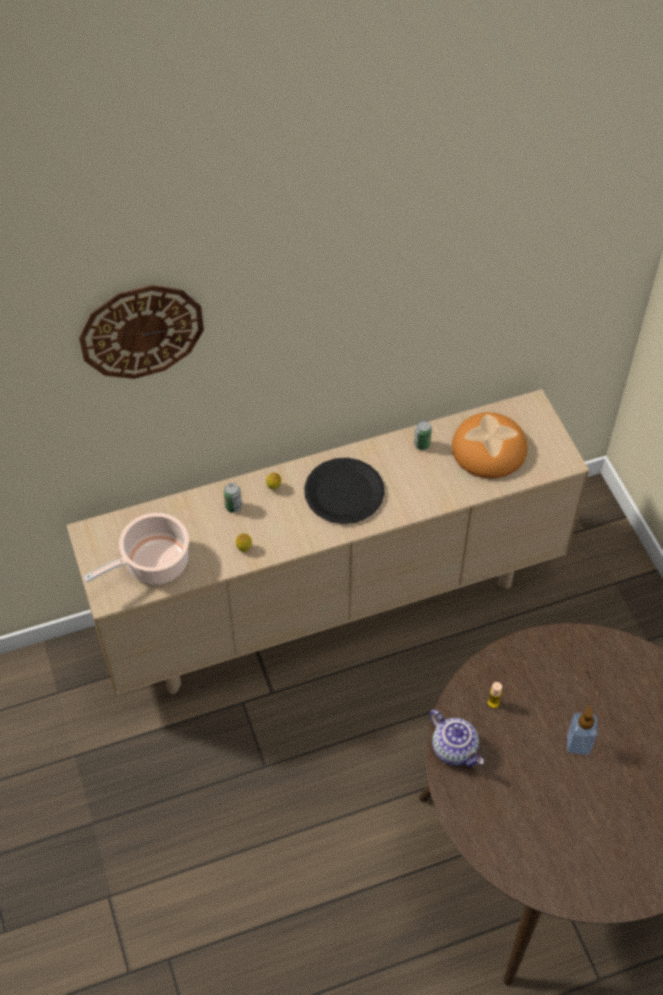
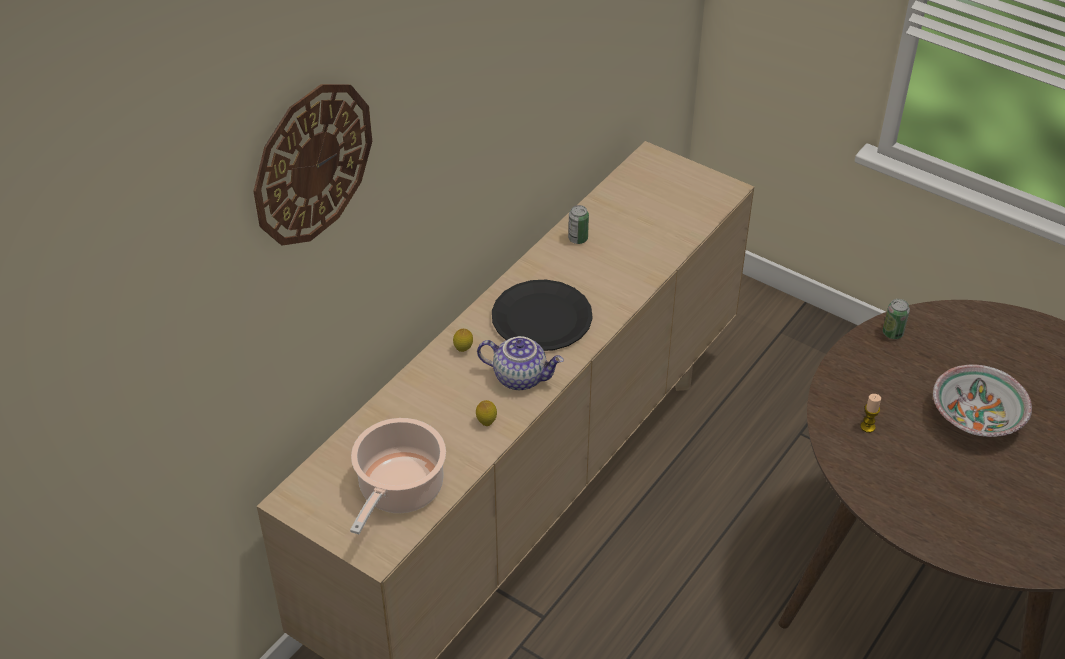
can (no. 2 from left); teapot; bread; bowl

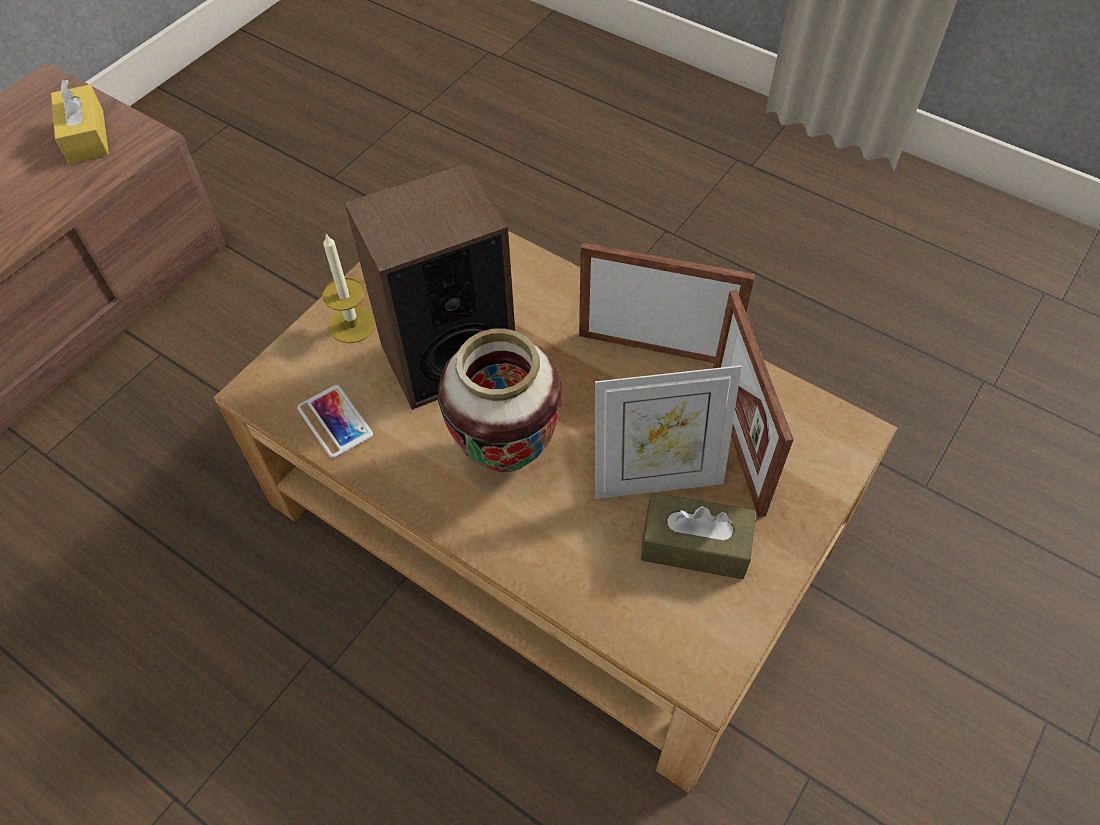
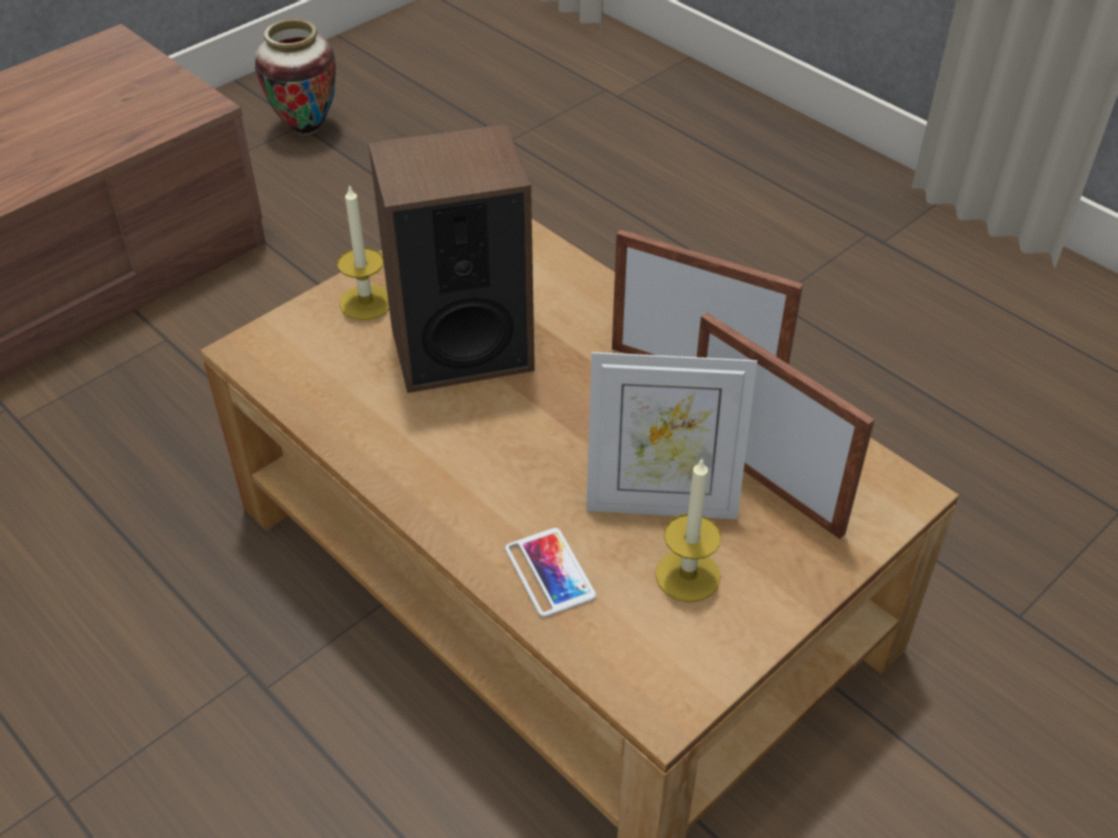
yellow tissue box; phone; vase; candle (no. 2 from left); picture frame (no. 3 from left)

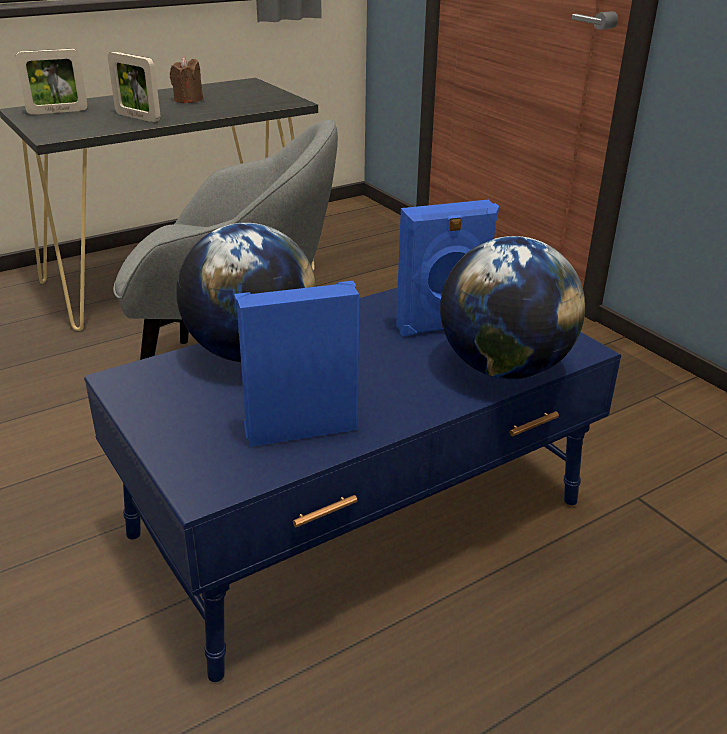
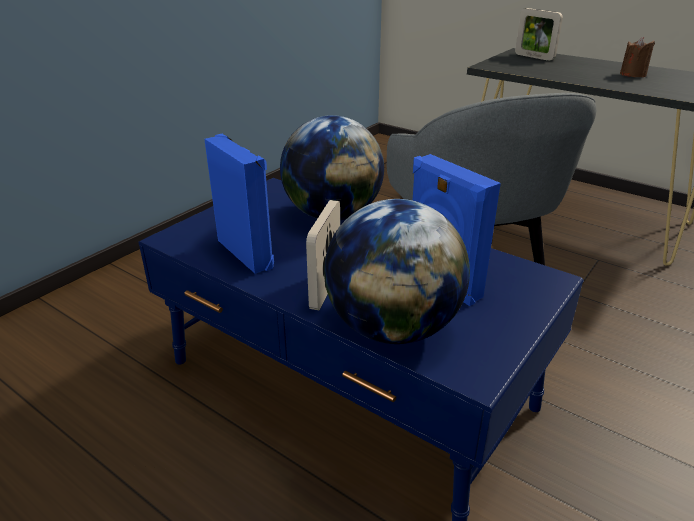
picture frame (no. 1 from left)

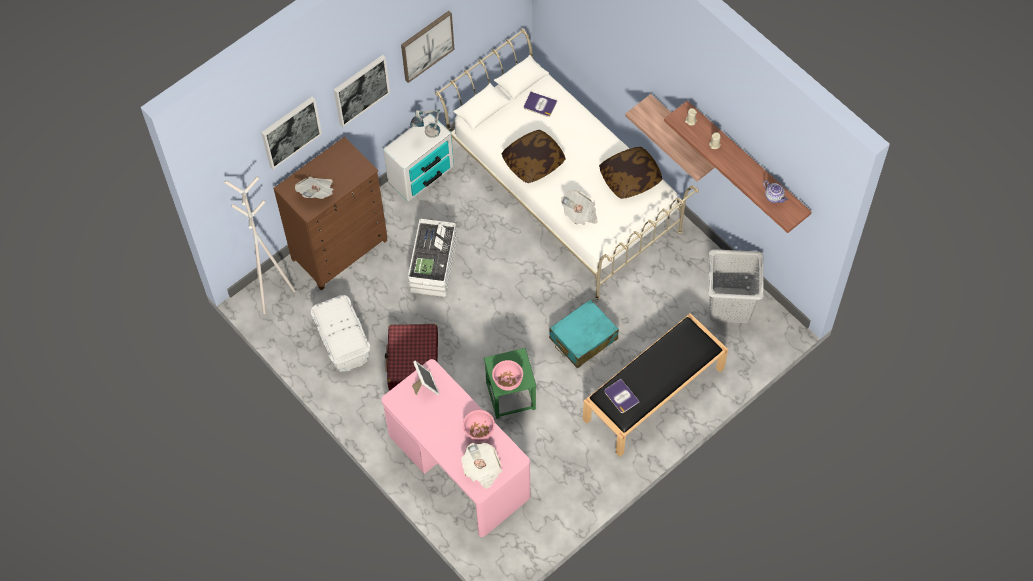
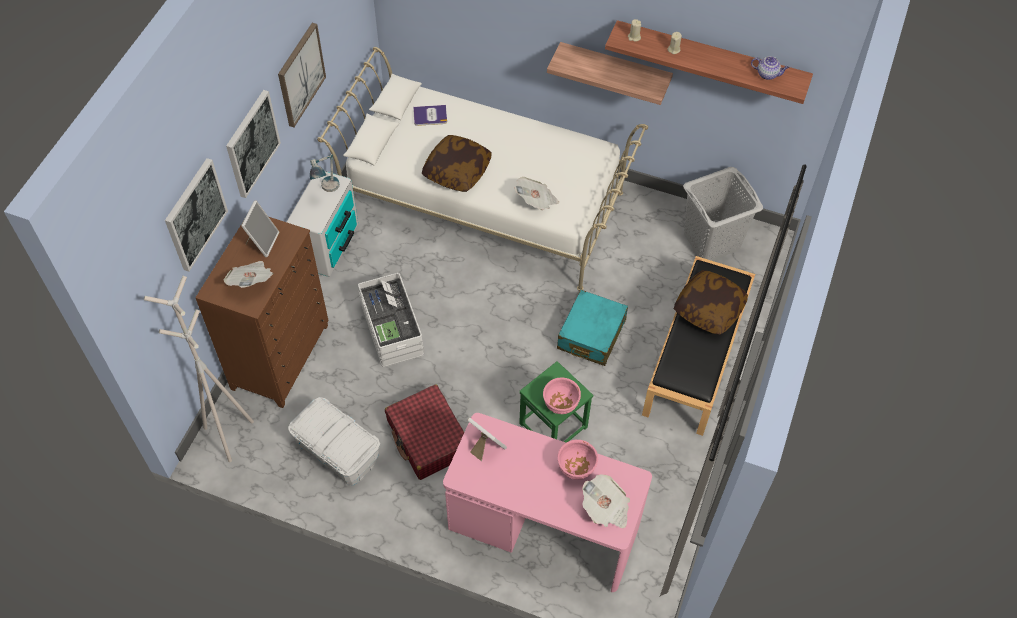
pillow (no. 2 from left); book (no. 2 from left in the first image); picture frame (no. 1 from left)

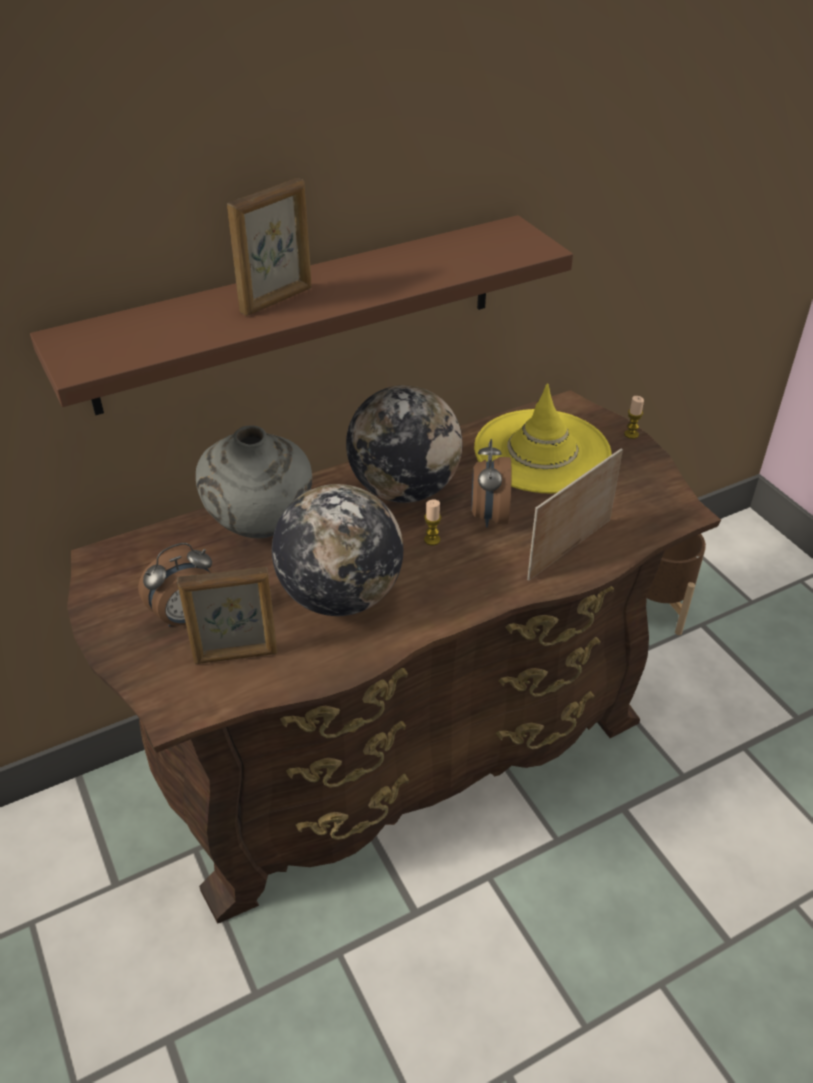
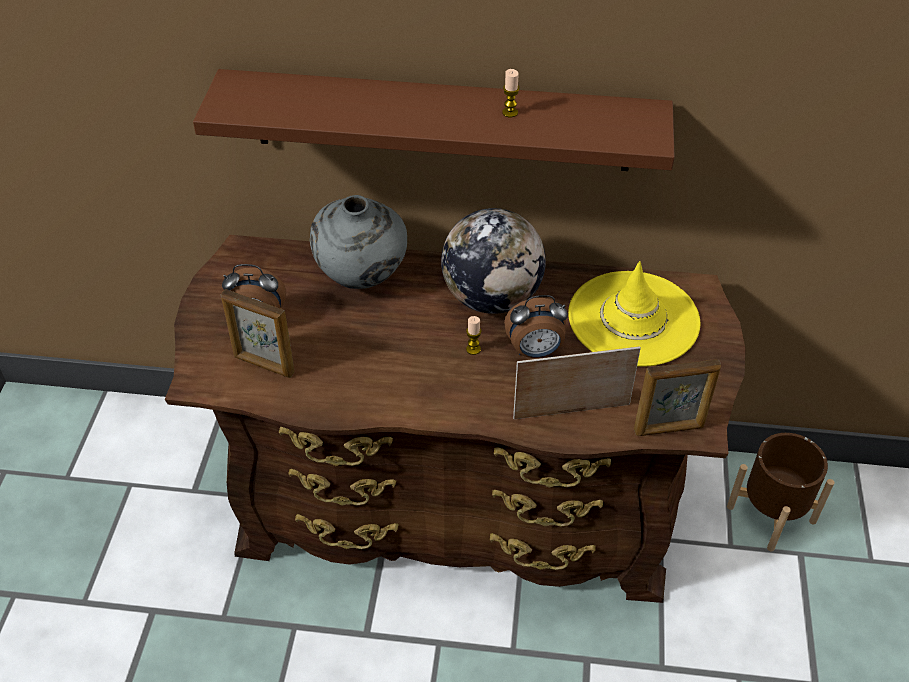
picture frame (no. 3 from left); globe (no. 1 from left in the first image); alarm clock (no. 2 from left); candle (no. 2 from left)

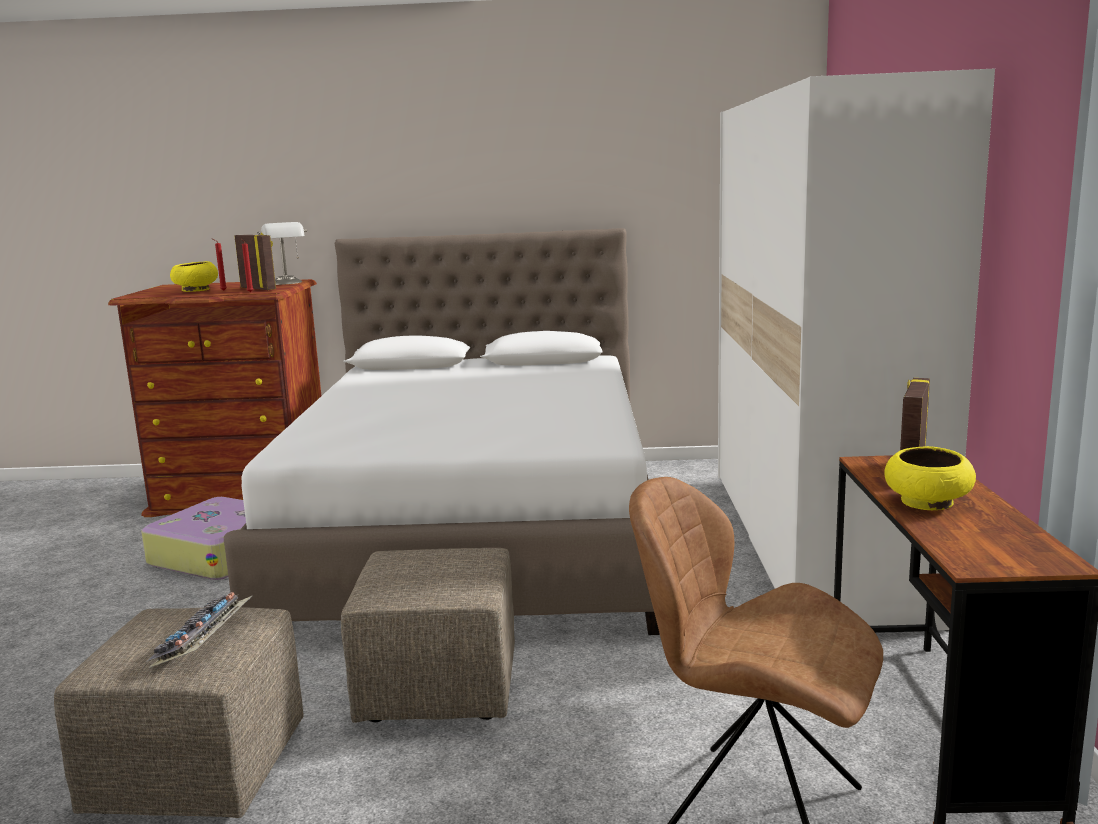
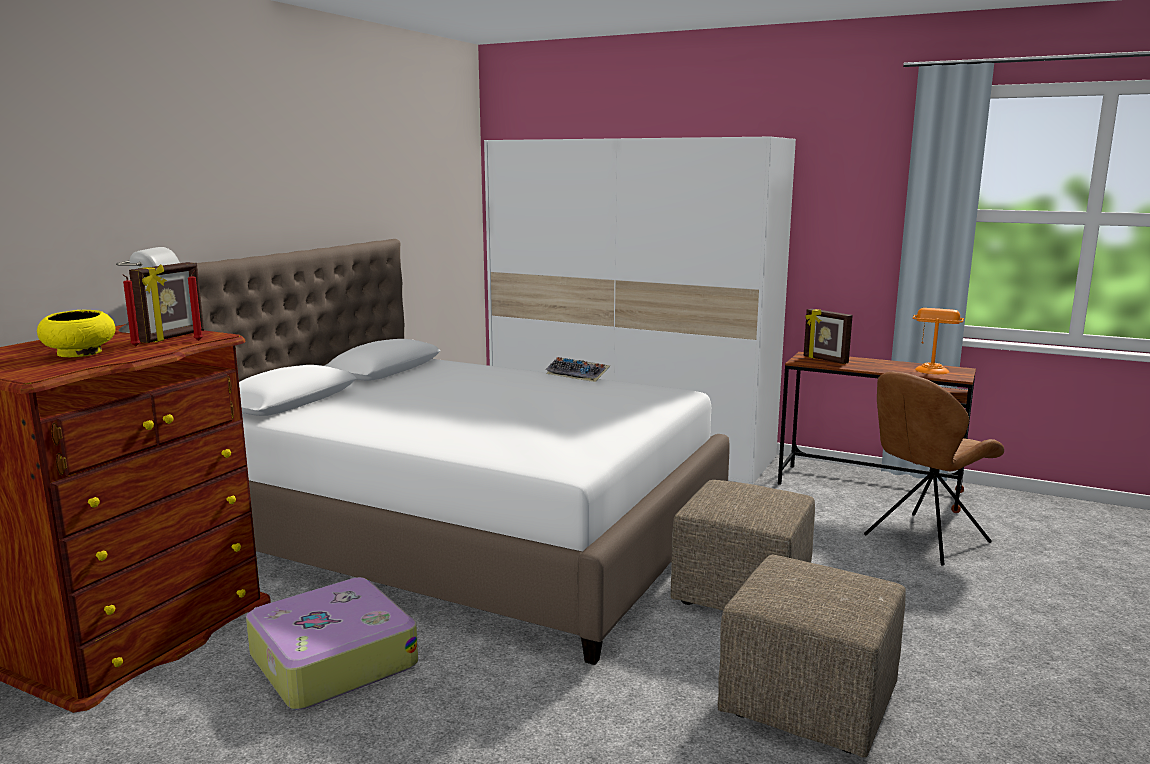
keyboard; picture frame (no. 1 from left); yellow bowl (no. 2 from left in the first image); orange table lamp

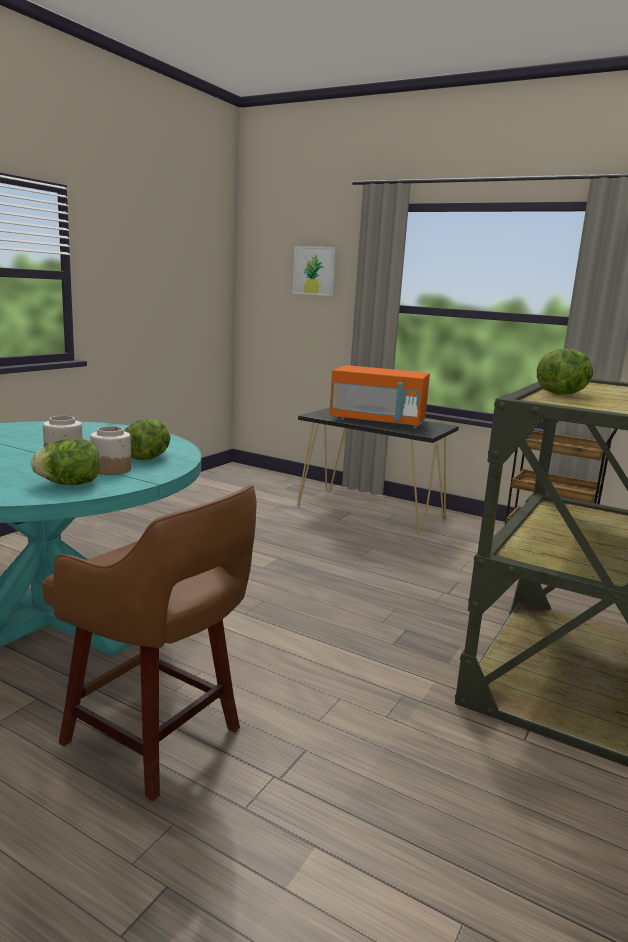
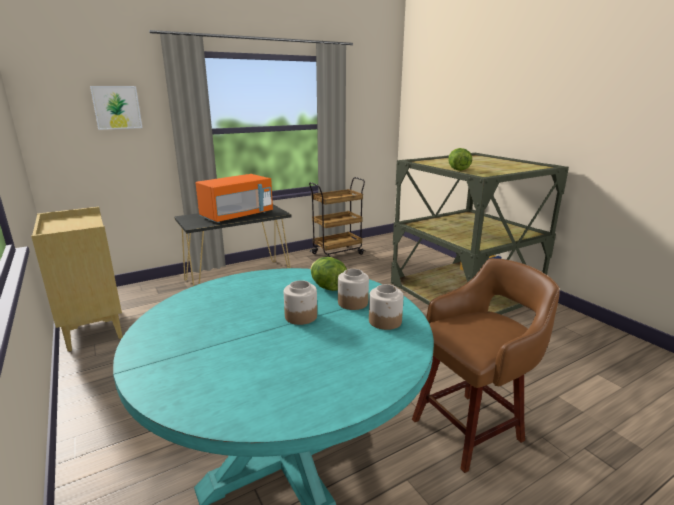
jar (no. 3 from left); beige cabinet

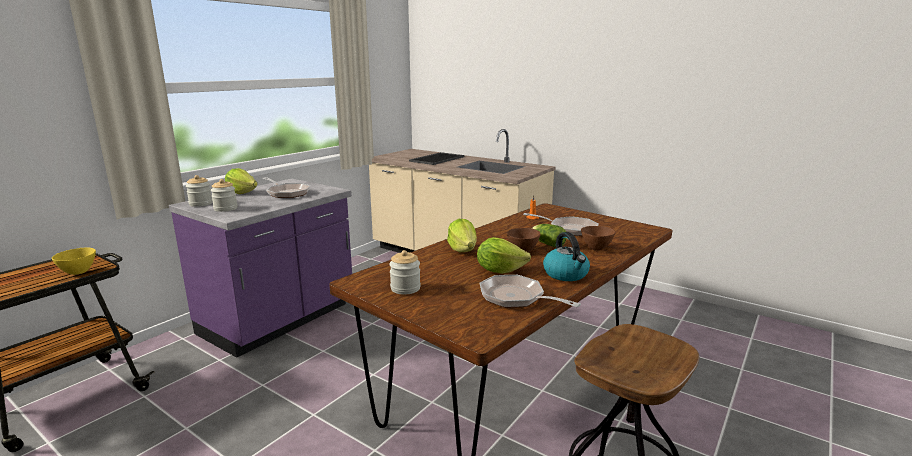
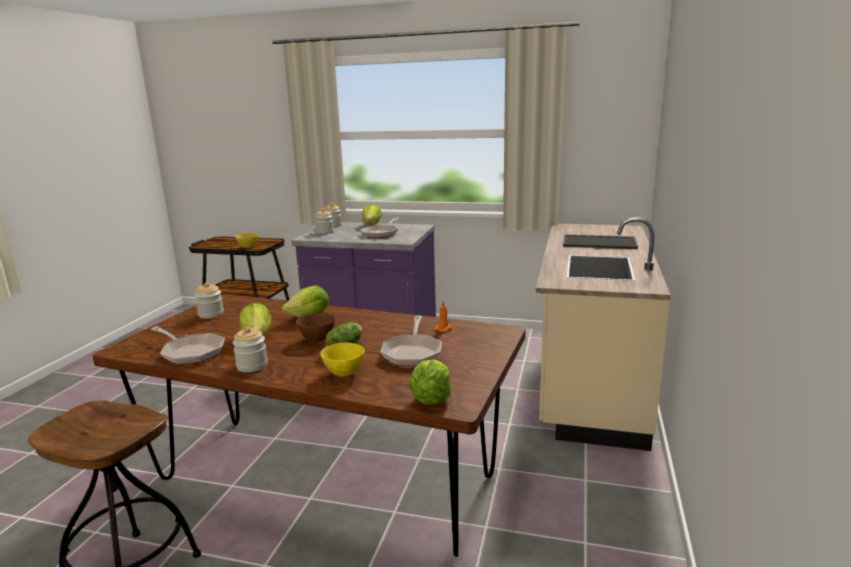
frying pan (no. 1 from left); jar (no. 2 from left); yellow bowl (no. 2 from left); lettuce (no. 5 from left)

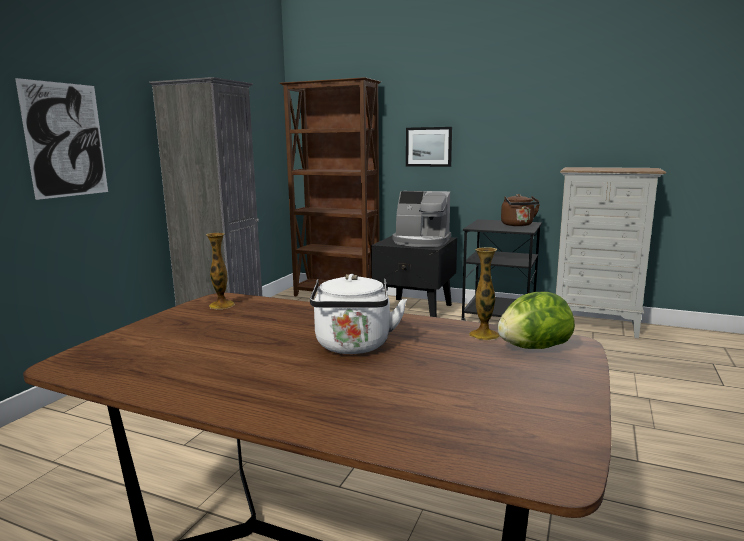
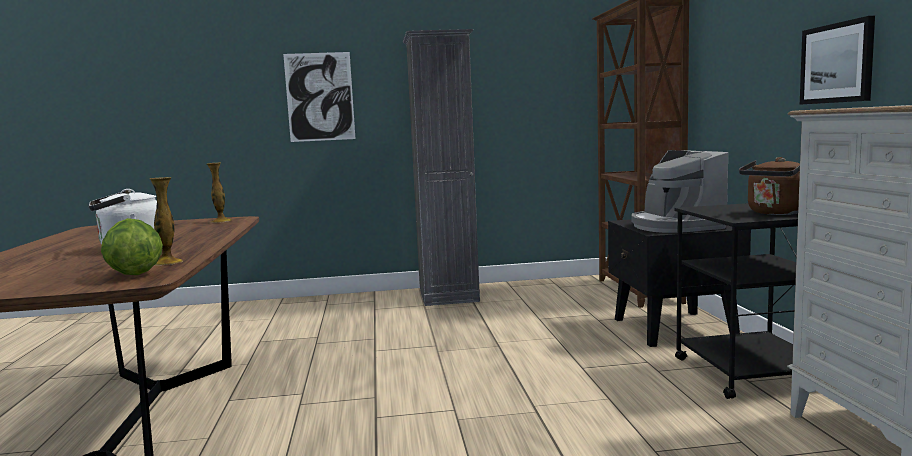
picture (no. 2 from left)

